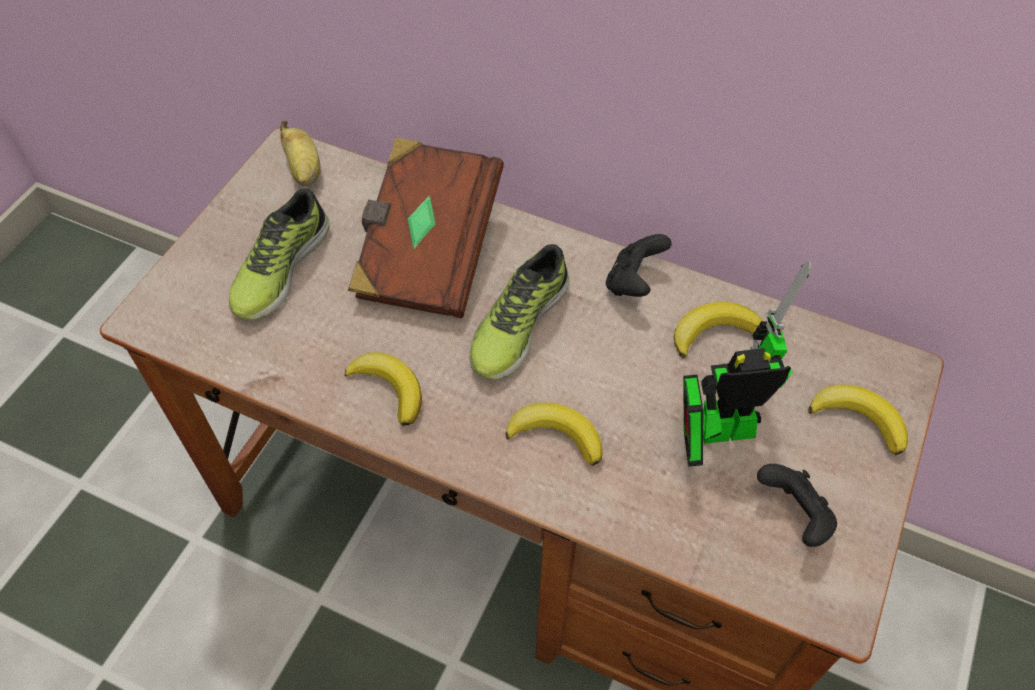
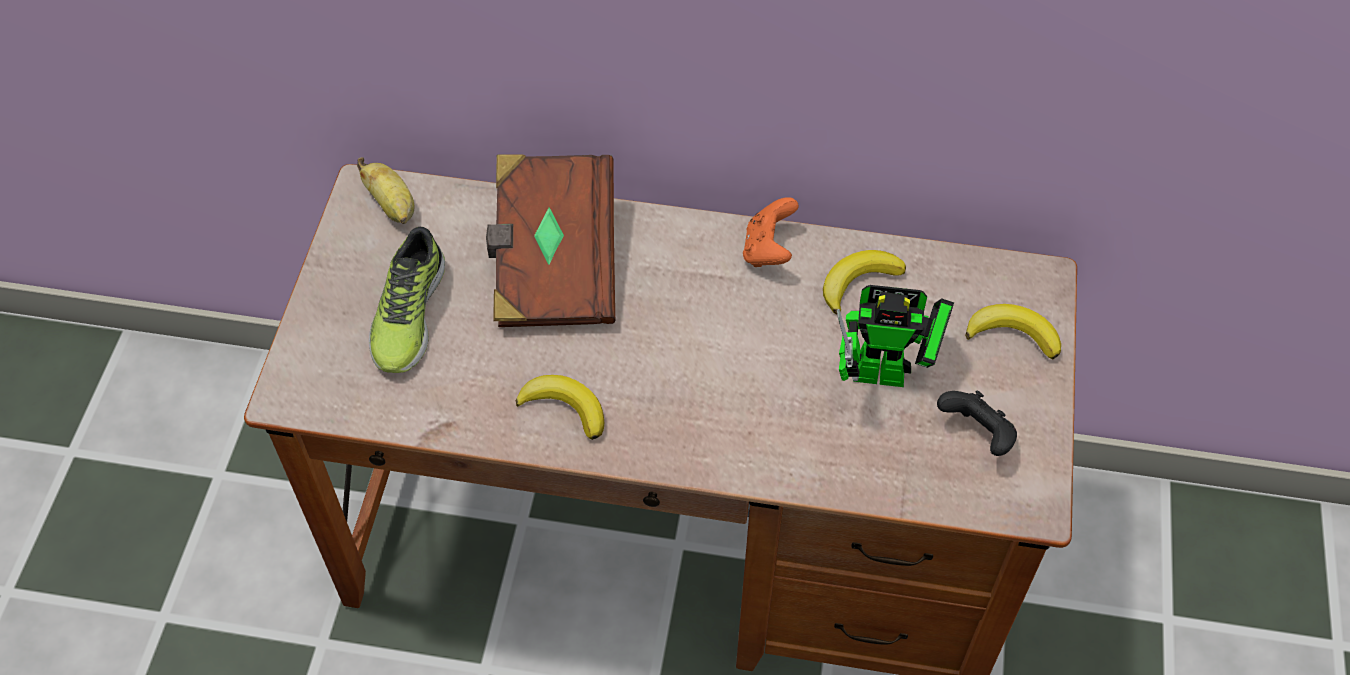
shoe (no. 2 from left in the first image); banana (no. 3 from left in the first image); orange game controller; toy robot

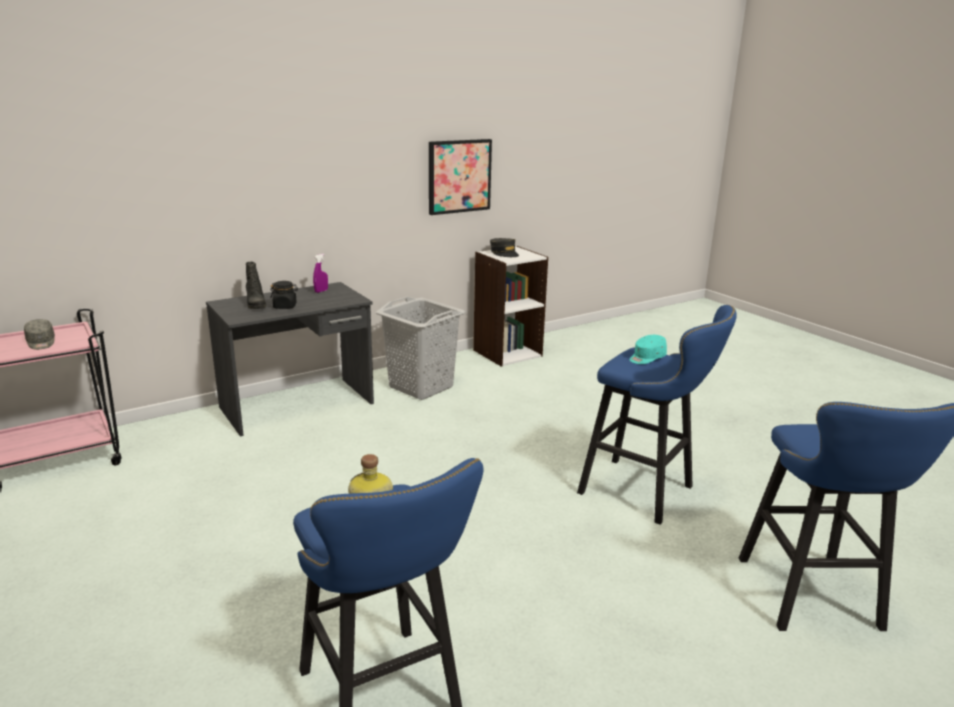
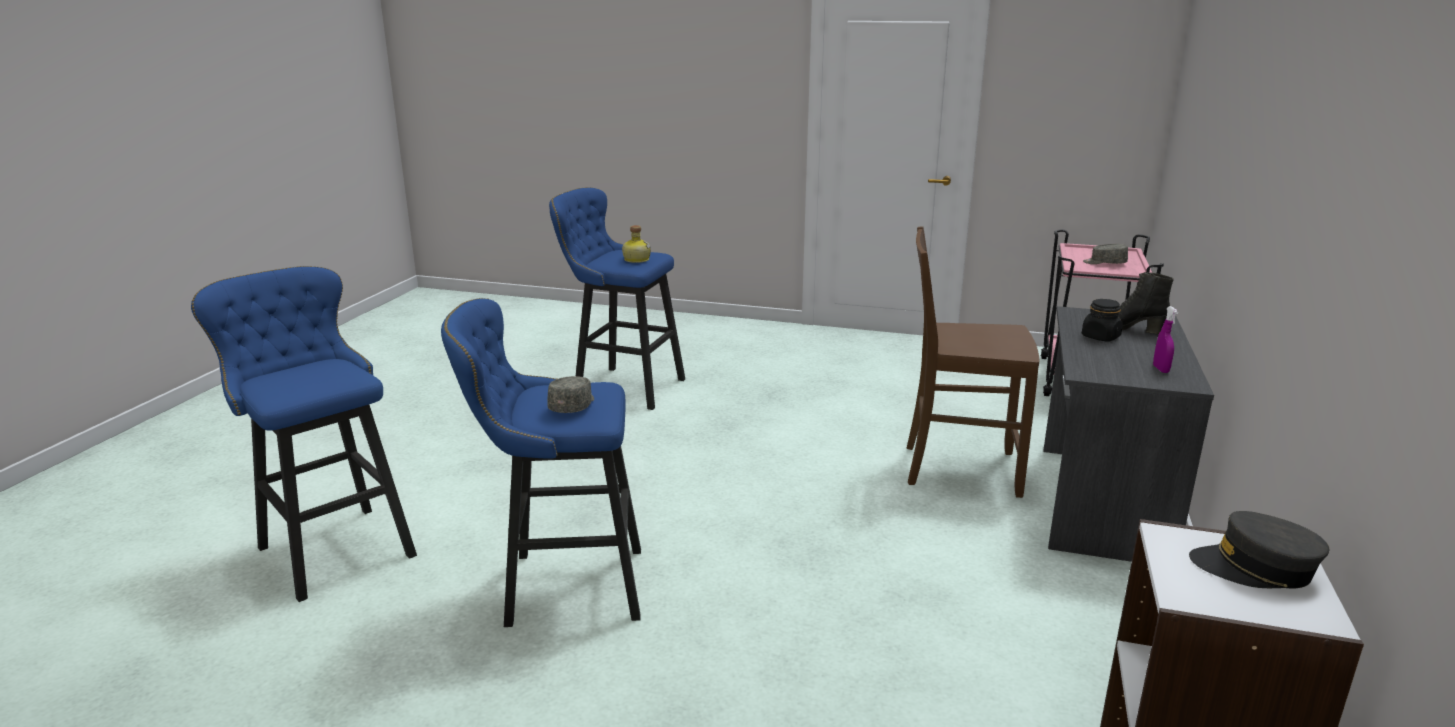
grey laundry basket; picture; grey cap (no. 1 from left); brown chair

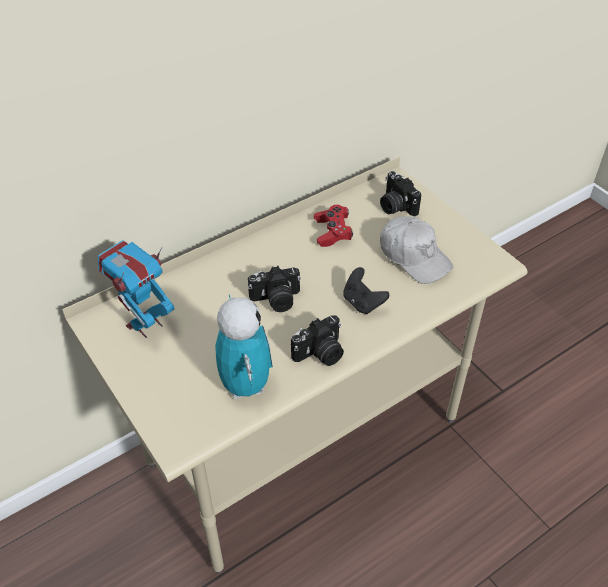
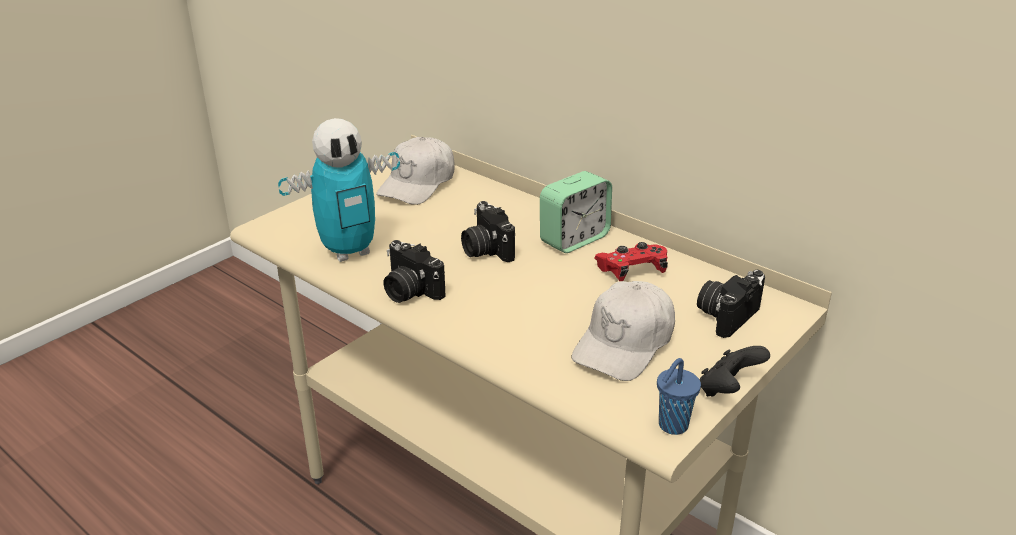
white cap (no. 1 from left); black game controller; alarm clock; blue cup

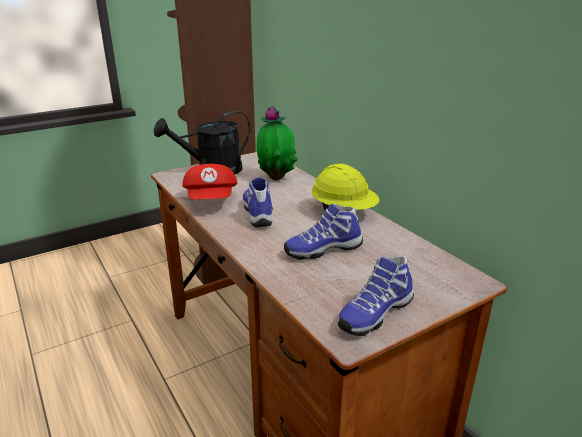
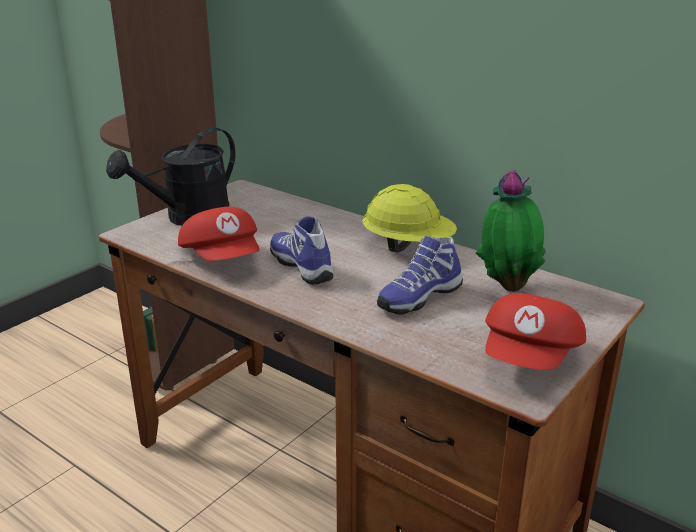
potted plant; red cap (no. 2 from left)

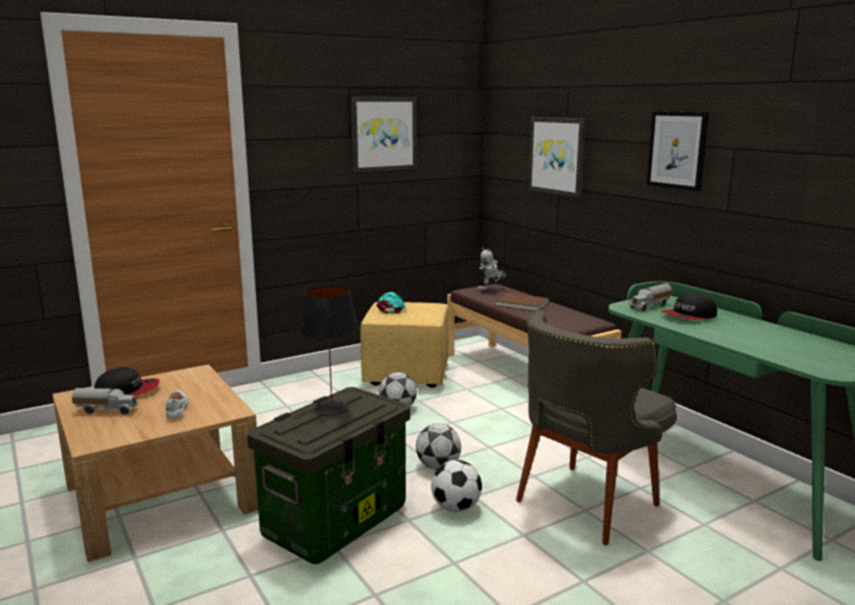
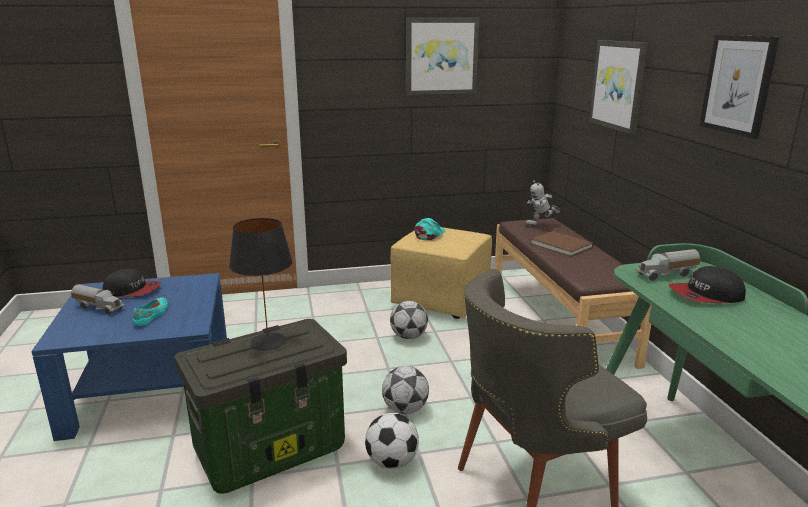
blue coffee table; turquoise shoe

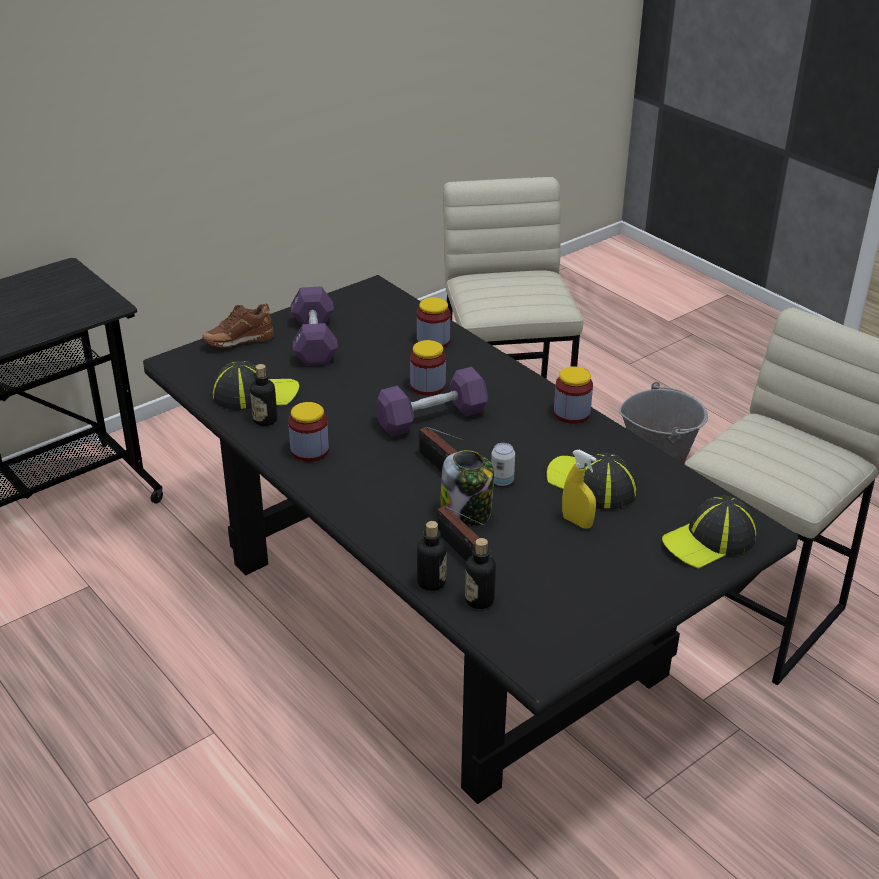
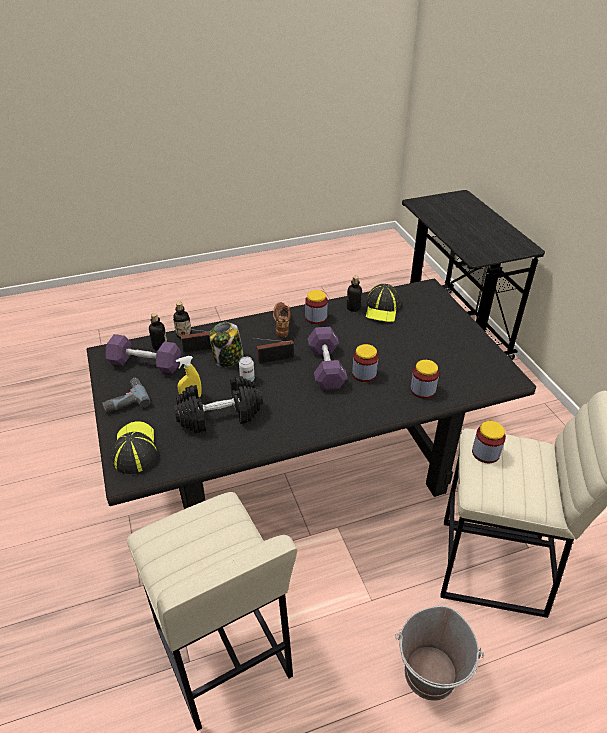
brown shoe; purple dumbbell (no. 1 from left); black dumbbell; jar (no. 5 from left); power drill

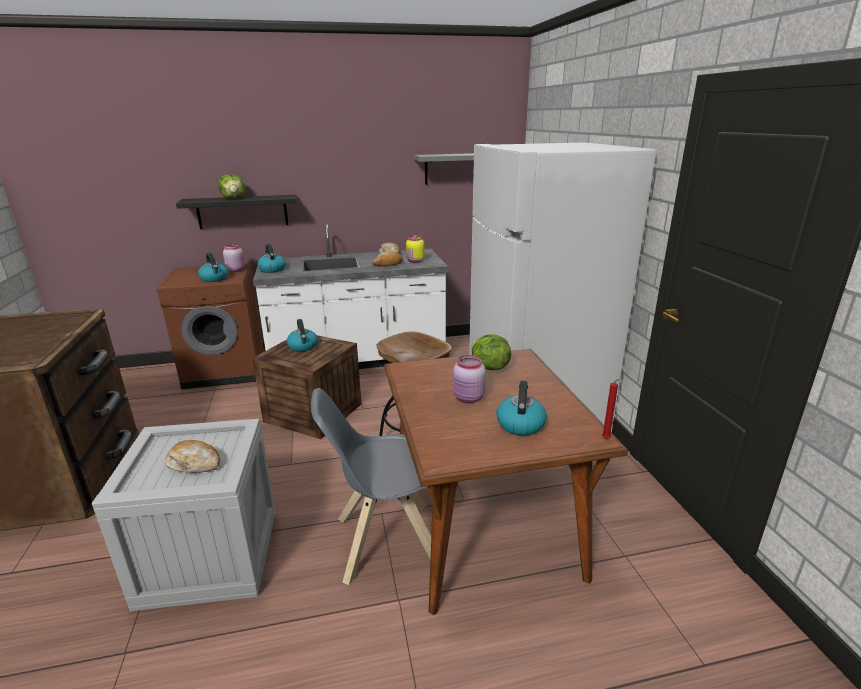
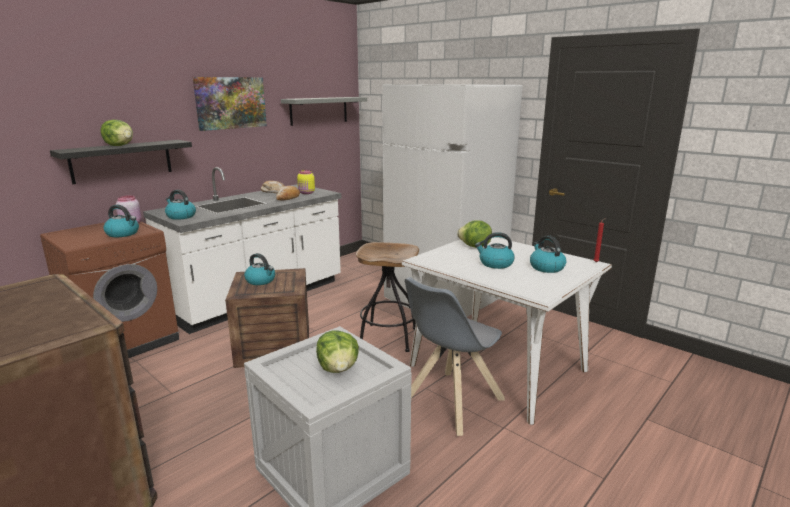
lettuce (no. 2 from left); white dining table; kettle (no. 4 from left); picture

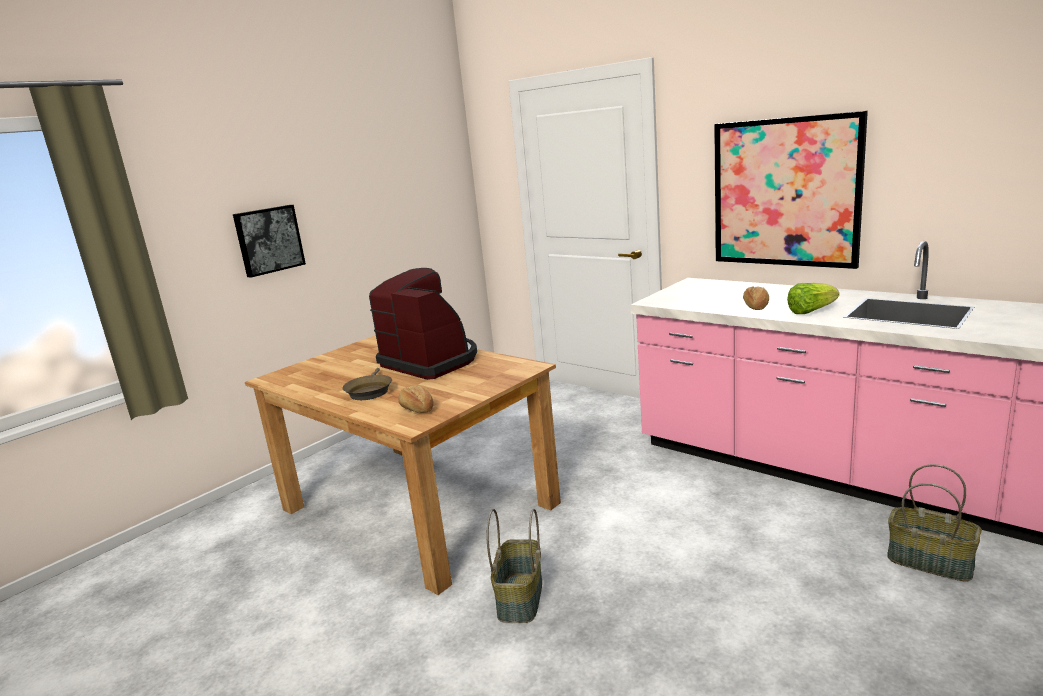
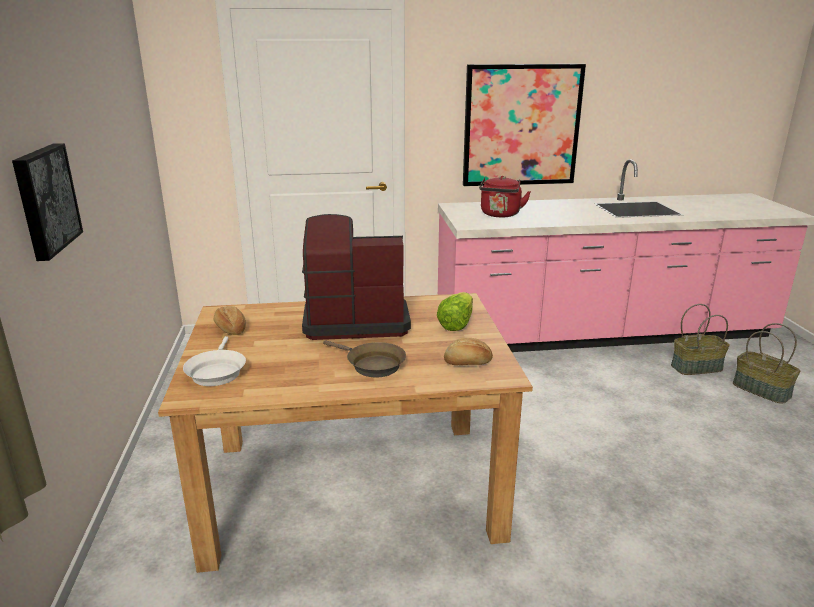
basket (no. 2 from left); bread (no. 1 from left); lettuce; white frying pan; red kettle

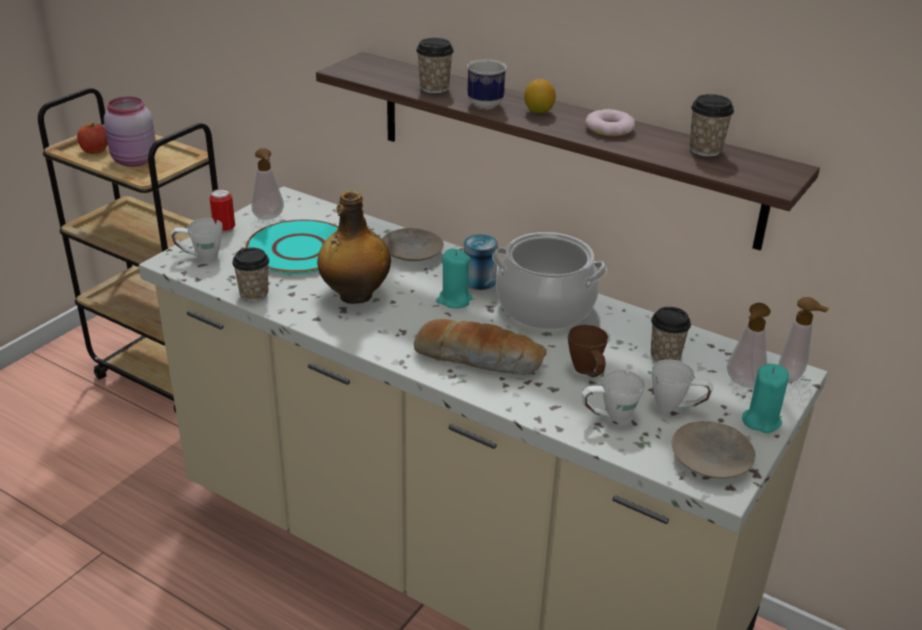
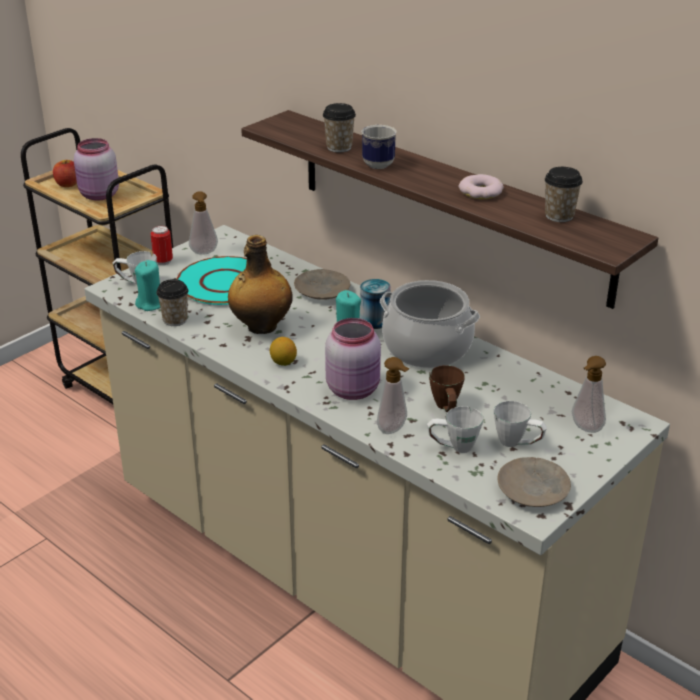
pink jar (no. 2 from left); lemon; cup (no. 3 from left in the first image); turquoise candle (no. 1 from left); soap dispenser (no. 2 from left)

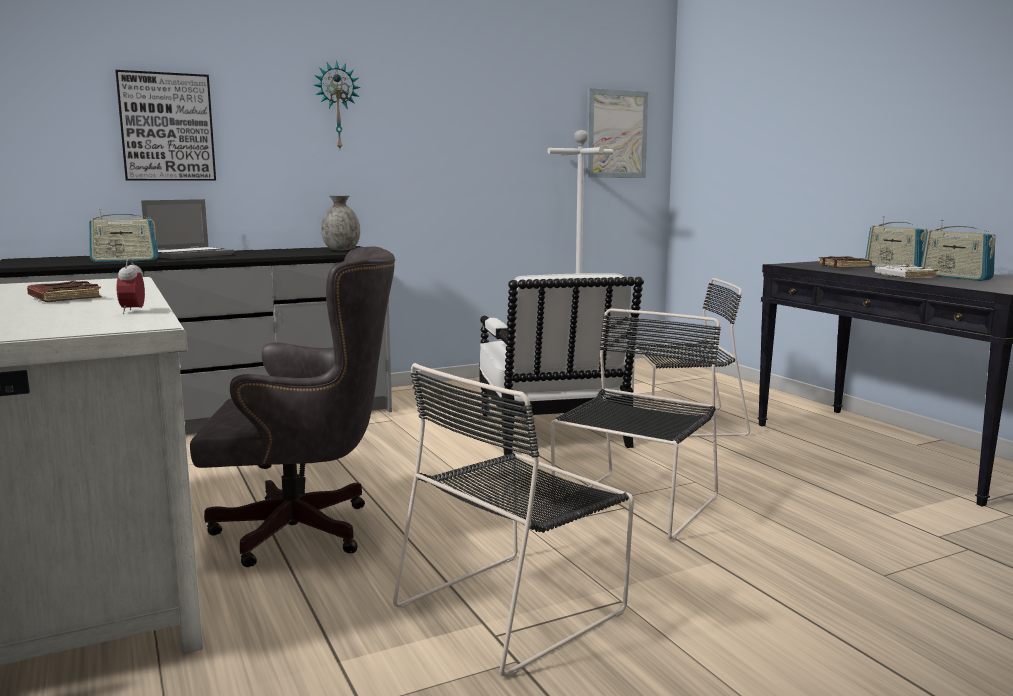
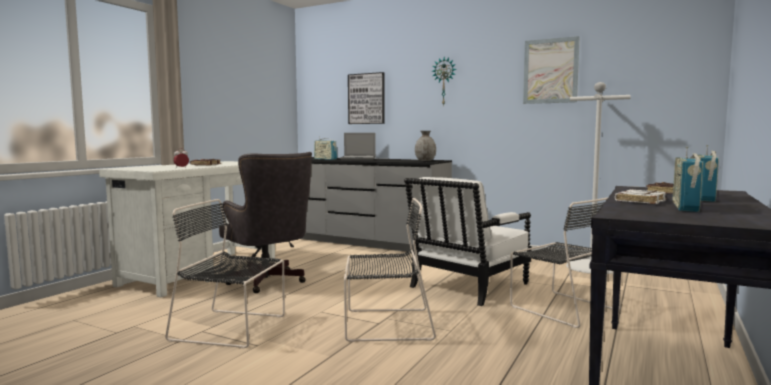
picture (no. 2 from left)

